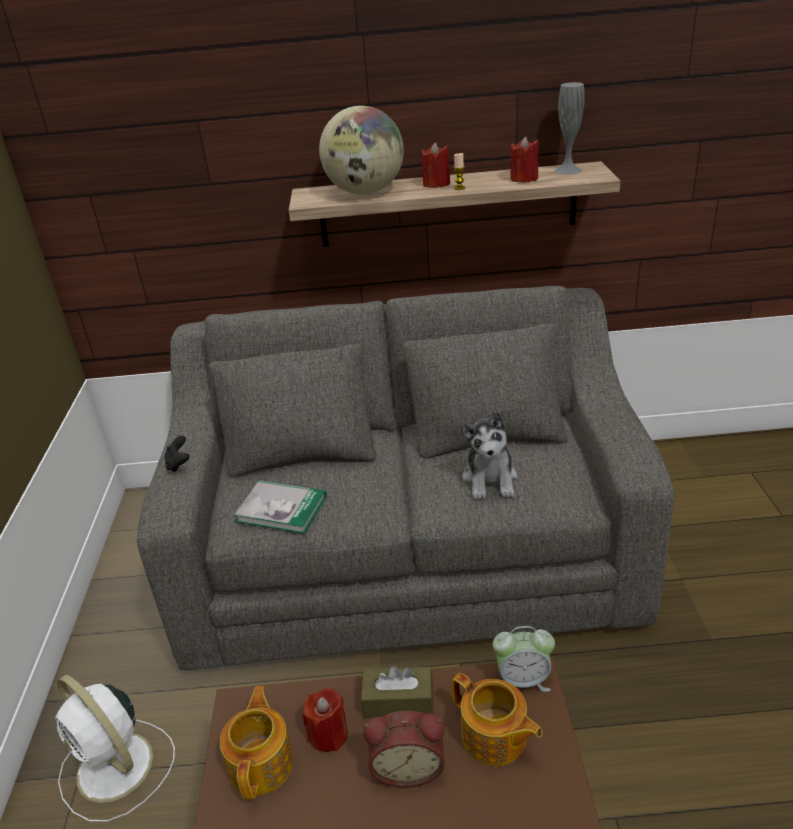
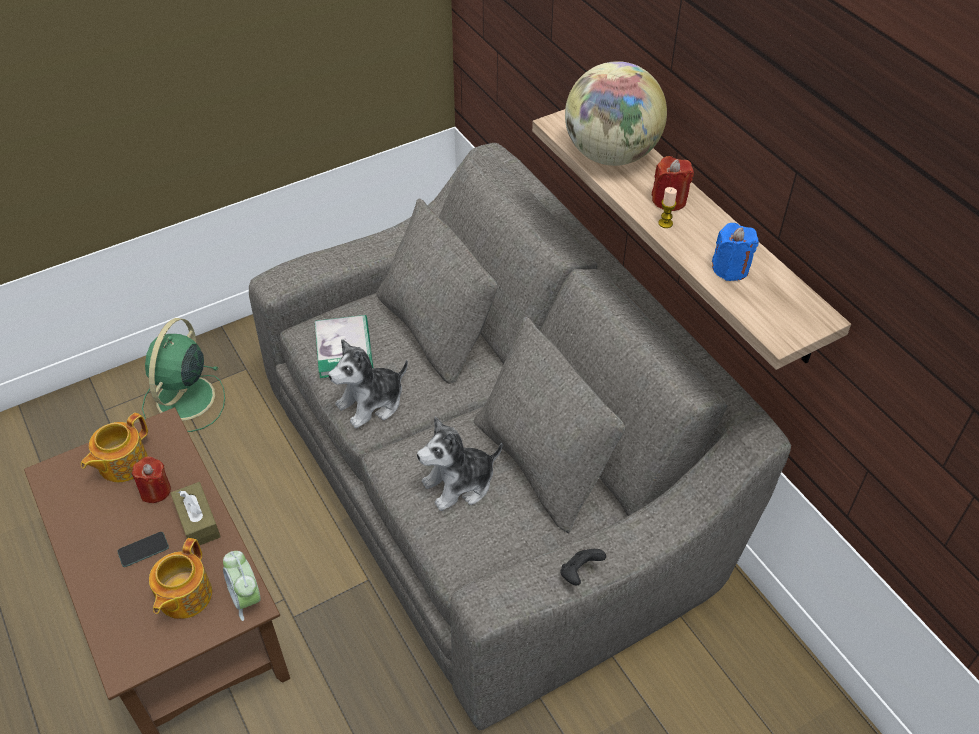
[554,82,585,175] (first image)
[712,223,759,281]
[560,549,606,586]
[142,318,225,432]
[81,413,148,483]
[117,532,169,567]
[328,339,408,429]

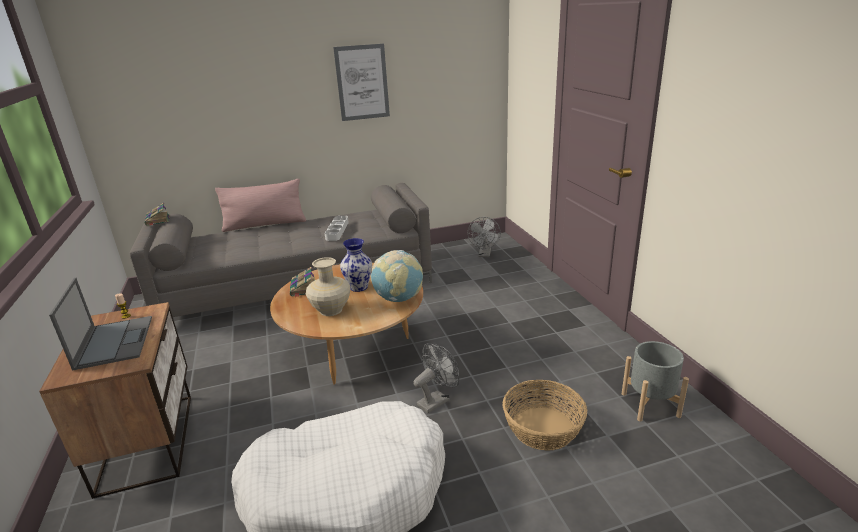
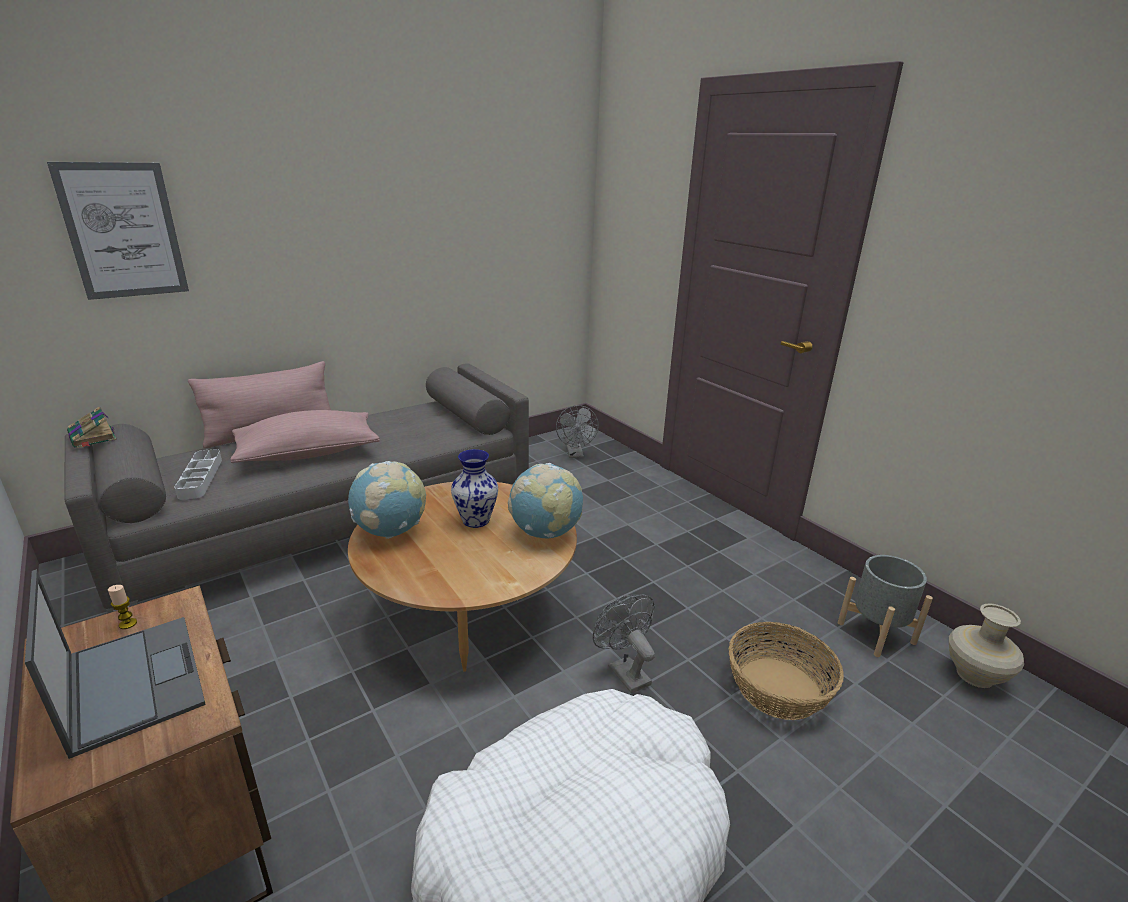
[47,162,189,300]
[174,449,222,500]
[949,603,1024,688]
[348,461,426,539]
[593,594,655,694]
[230,410,380,463]

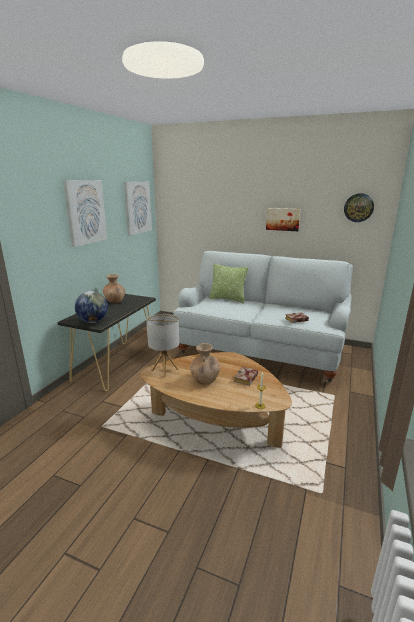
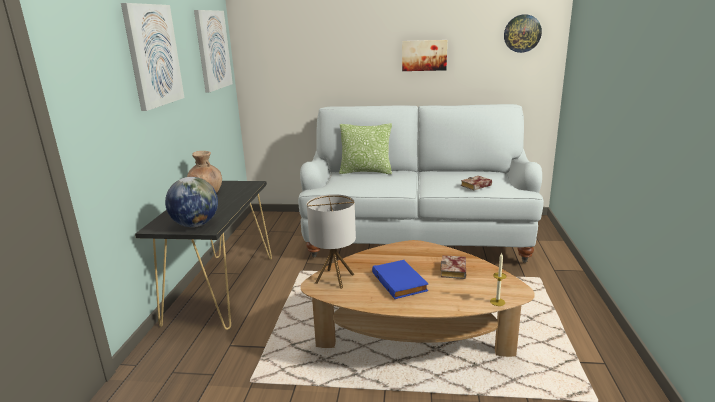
[372,260,428,299]

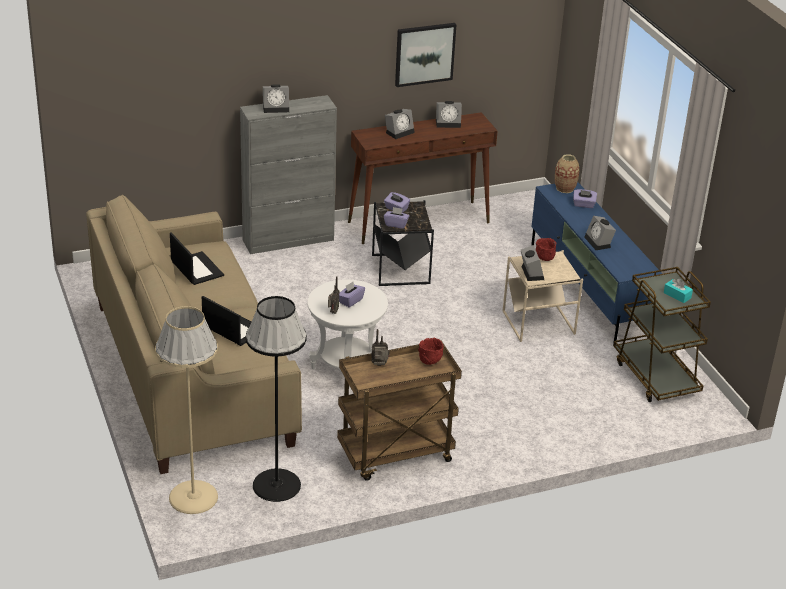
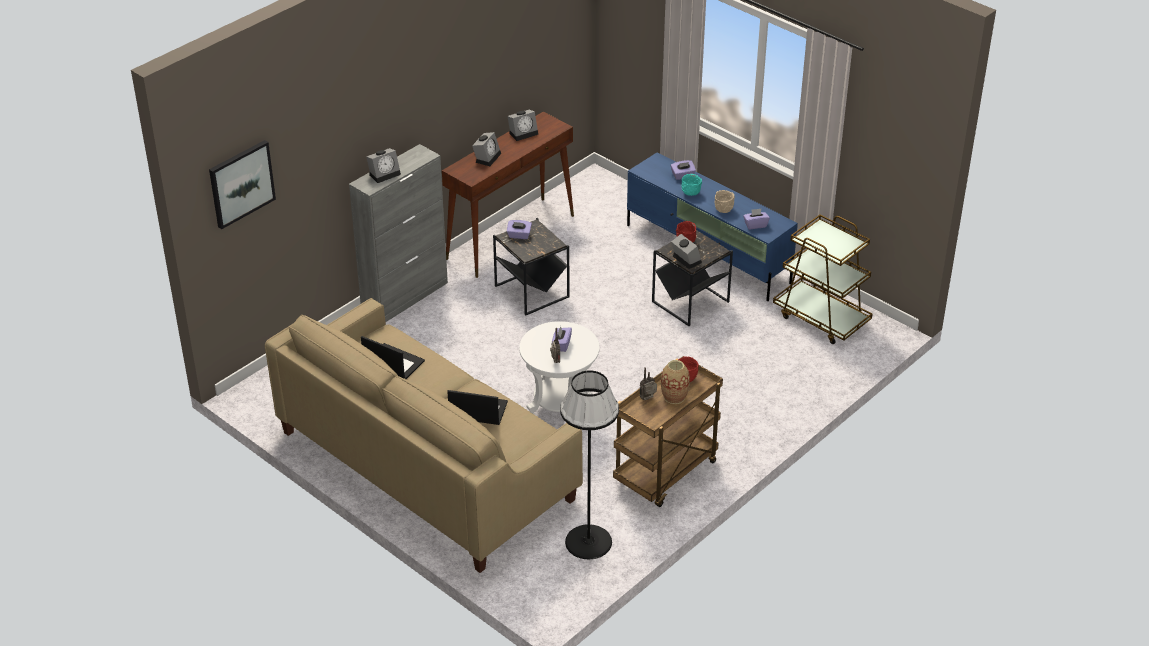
[209,140,276,229]
[661,360,690,404]
[743,209,770,229]
[715,190,735,213]
[652,230,733,326]
[664,278,693,303] (first image)
[155,306,218,514] (first image)
[681,174,702,196]

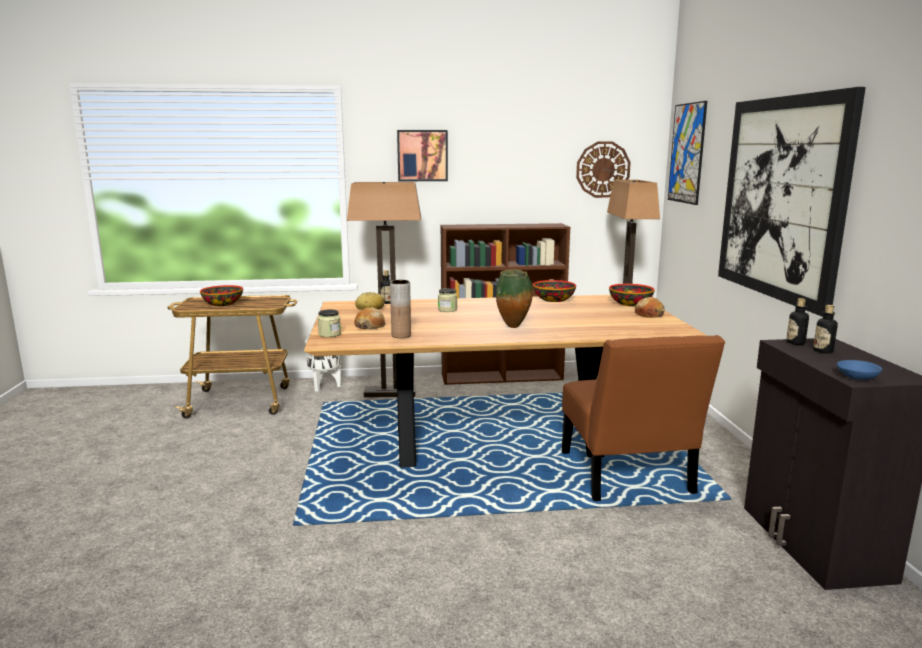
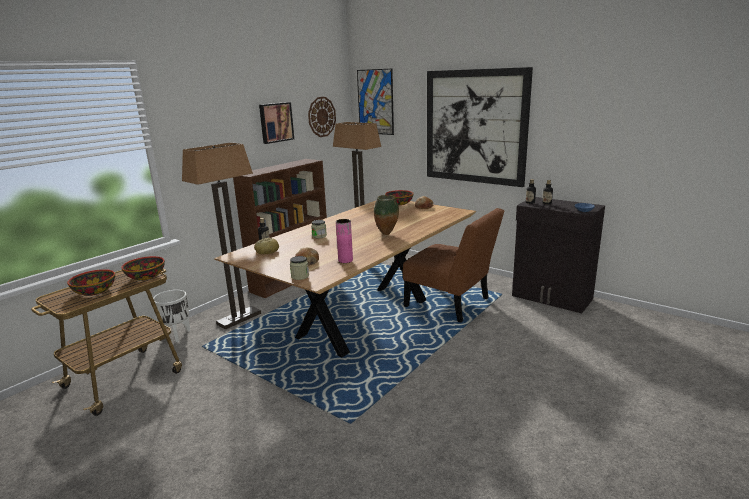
[259,102,294,144]
[336,219,353,263]
[121,256,165,281]

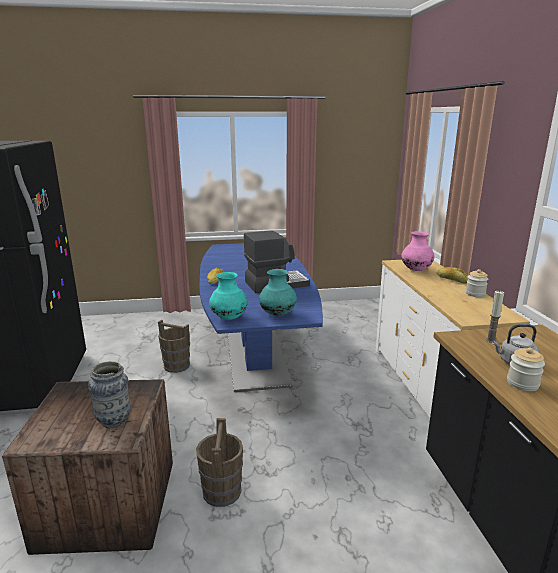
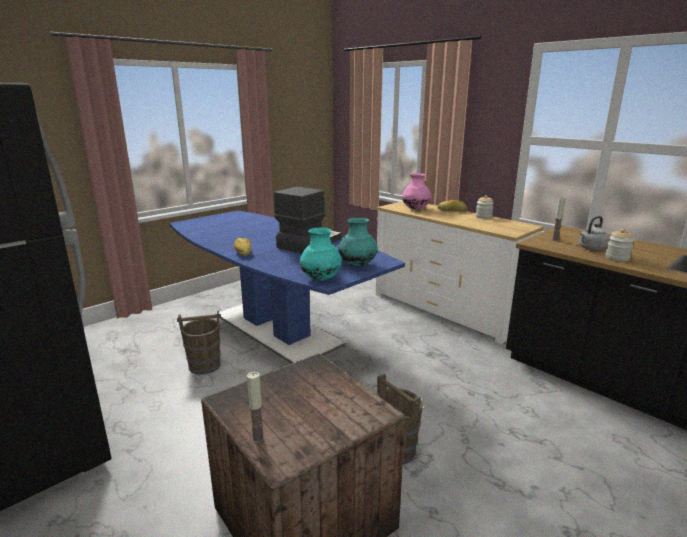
[88,361,131,428] (first image)
[247,372,265,444]

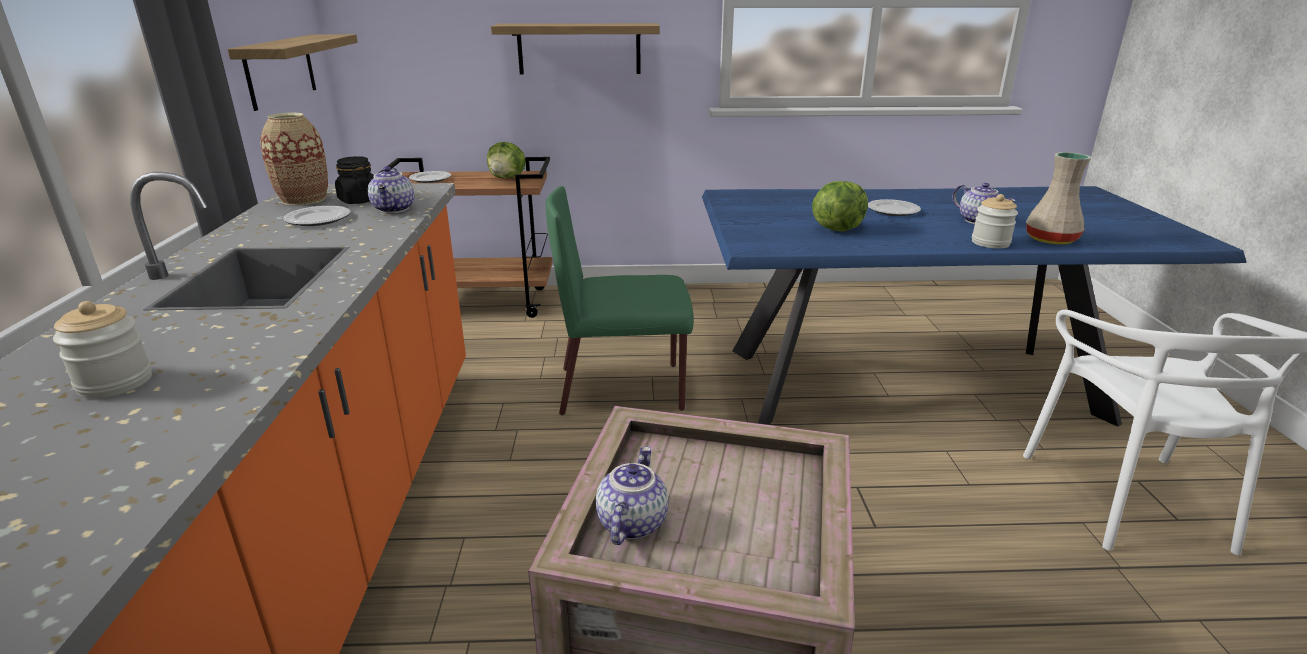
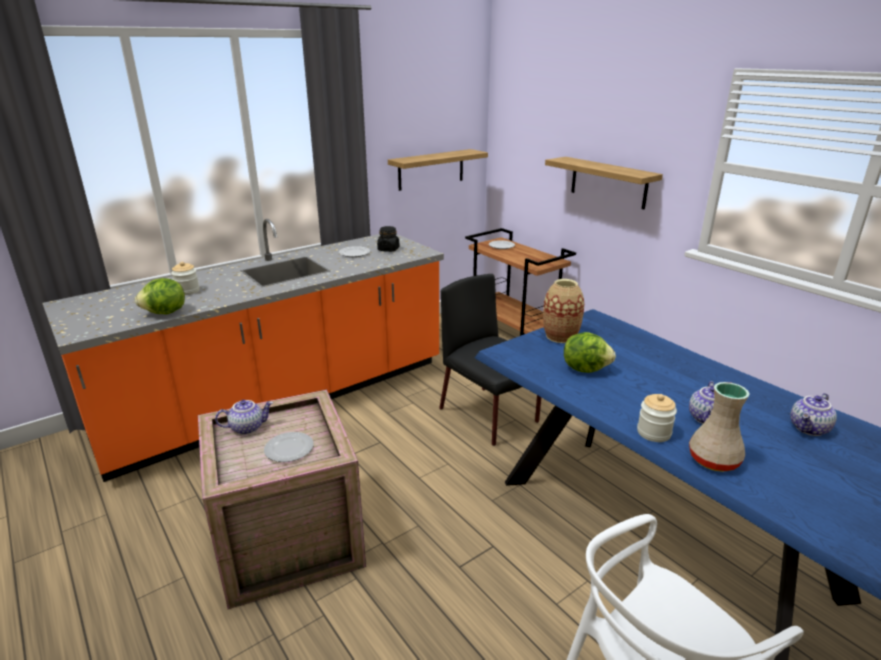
[543,279,584,343]
[135,278,185,314]
[790,393,837,436]
[439,274,541,446]
[264,432,314,462]

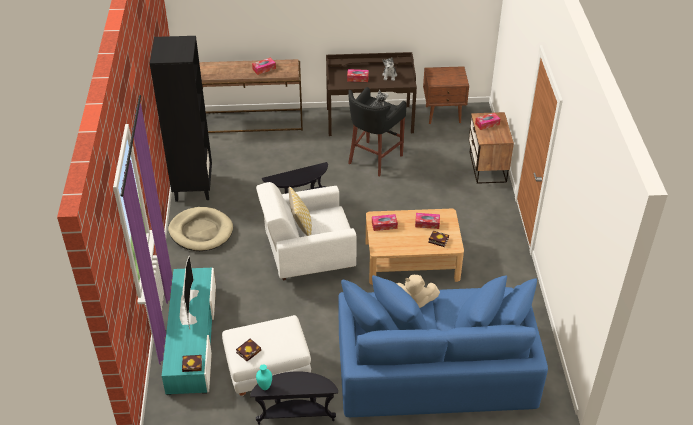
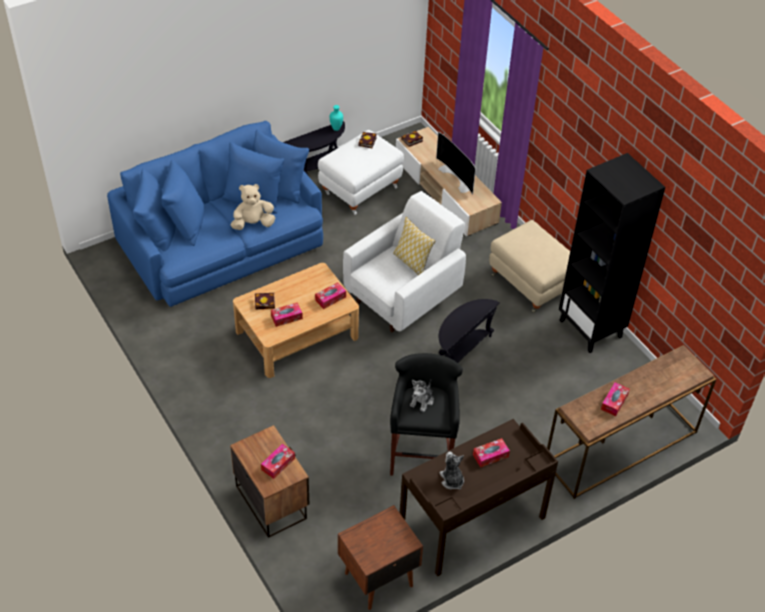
[489,220,570,313]
[396,127,502,237]

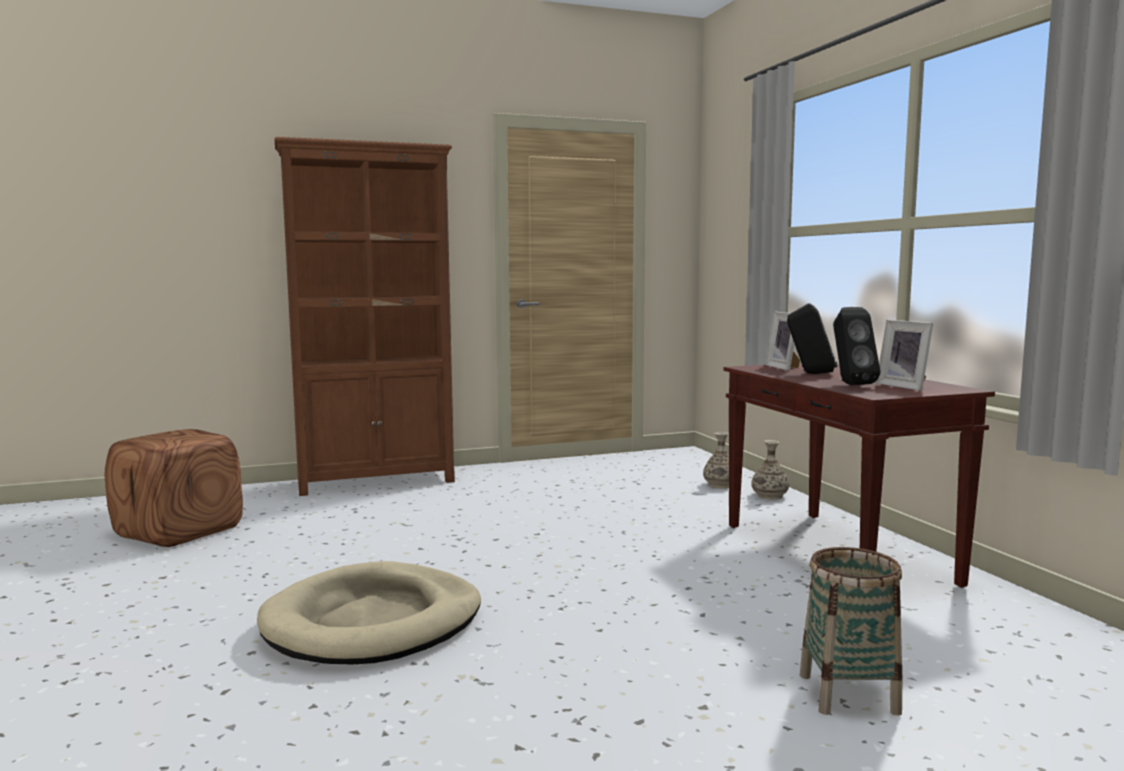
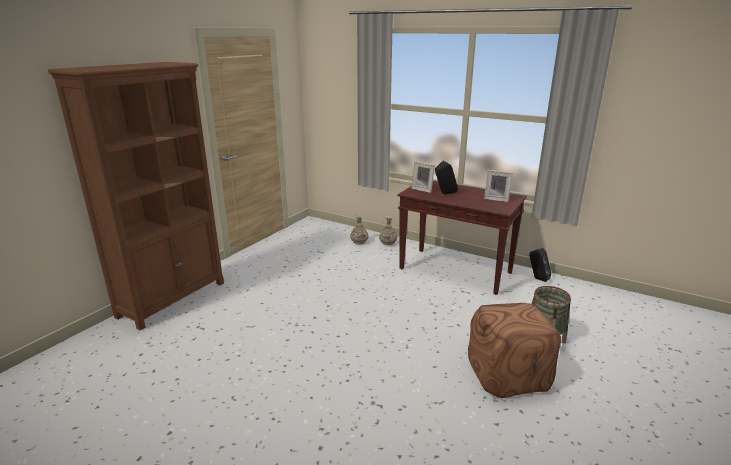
[529,248,551,282]
[468,303,561,398]
[257,561,481,664] (first image)

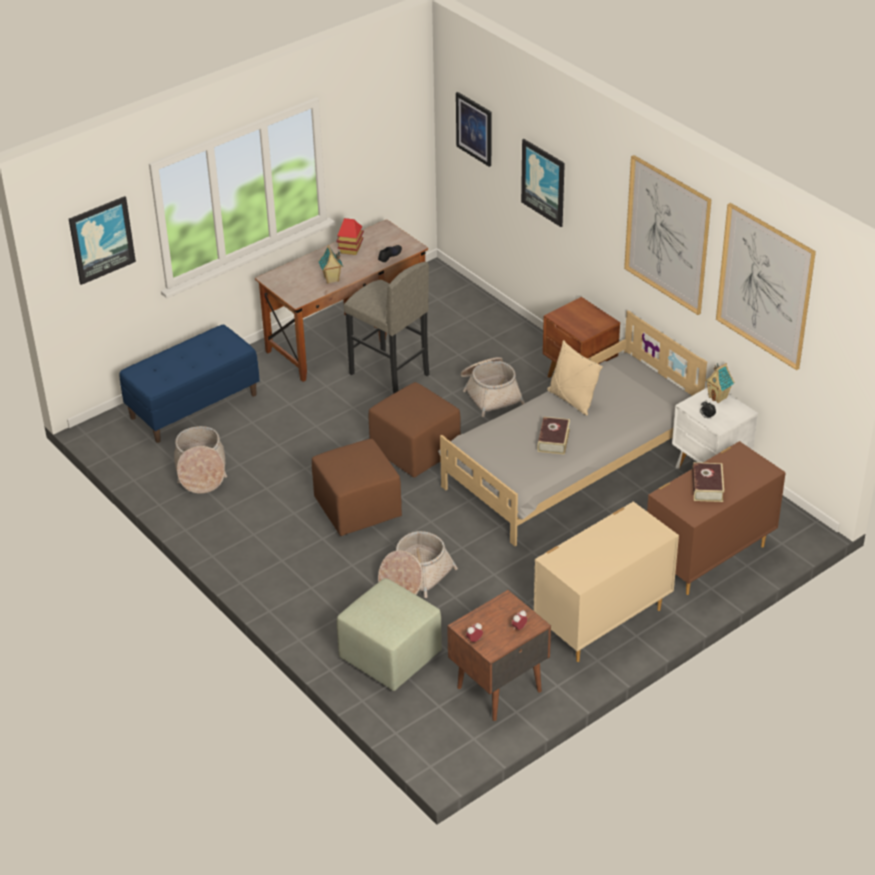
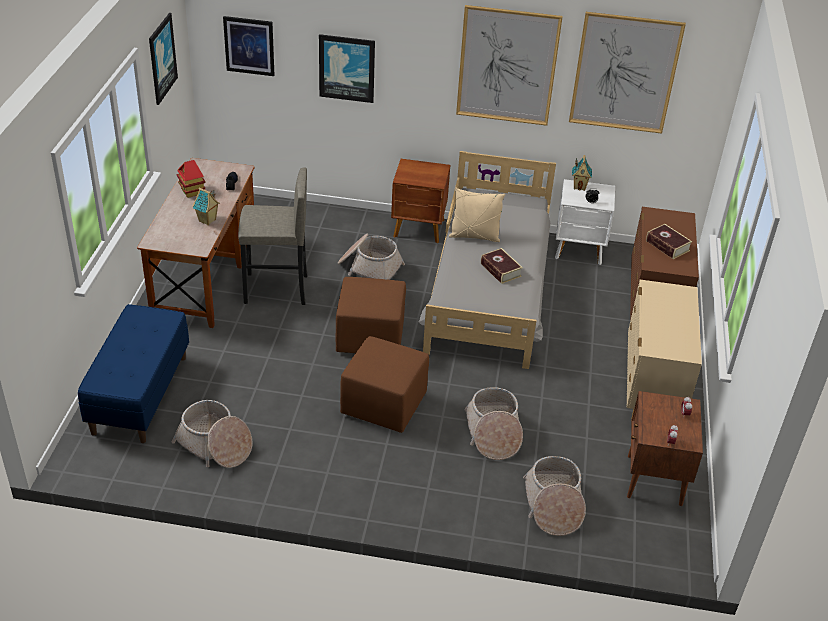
[149,13,178,105]
[523,456,586,536]

